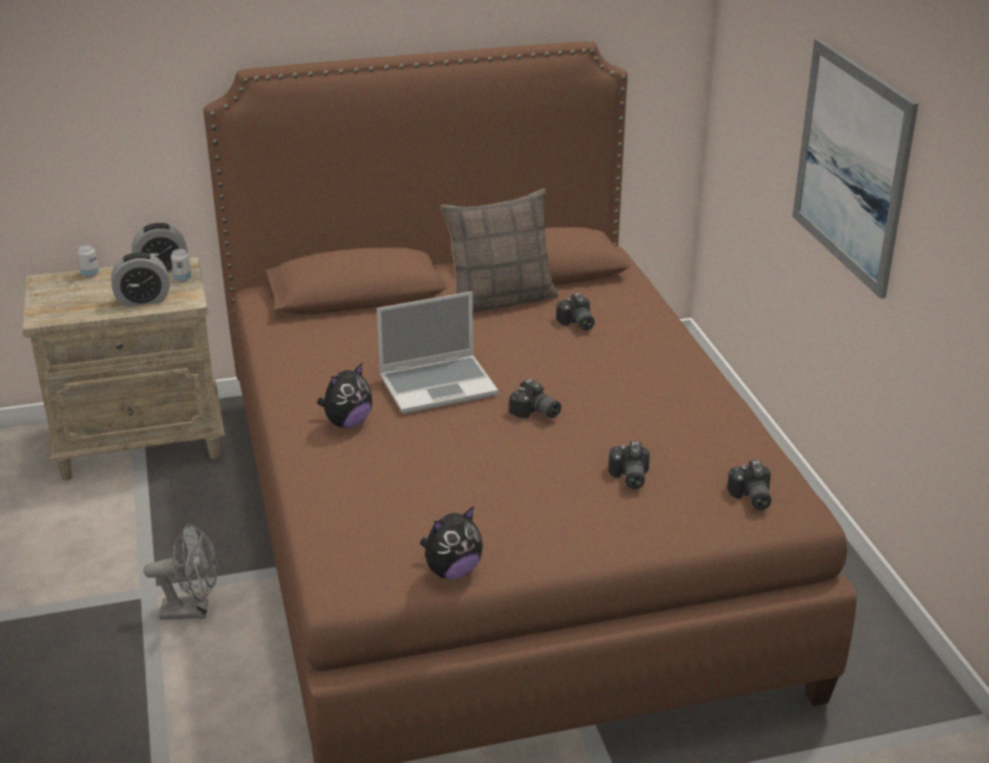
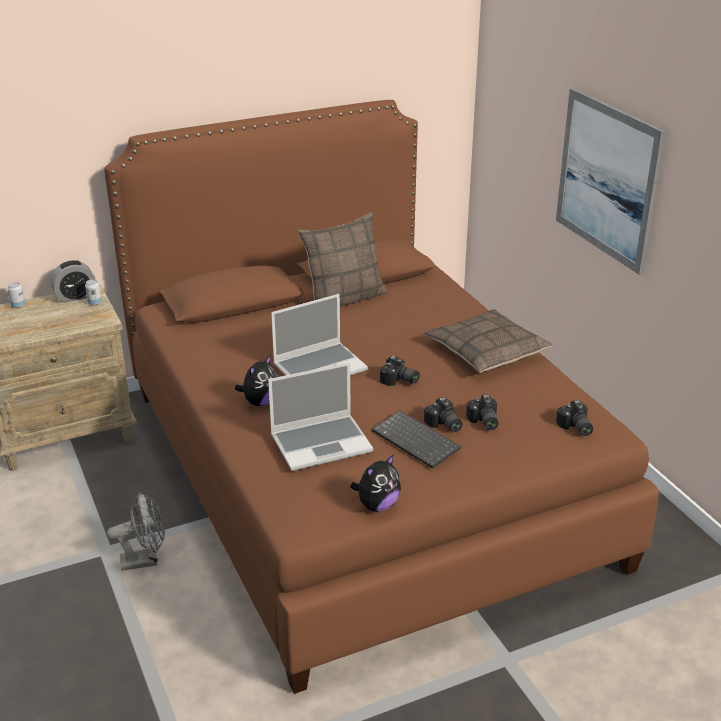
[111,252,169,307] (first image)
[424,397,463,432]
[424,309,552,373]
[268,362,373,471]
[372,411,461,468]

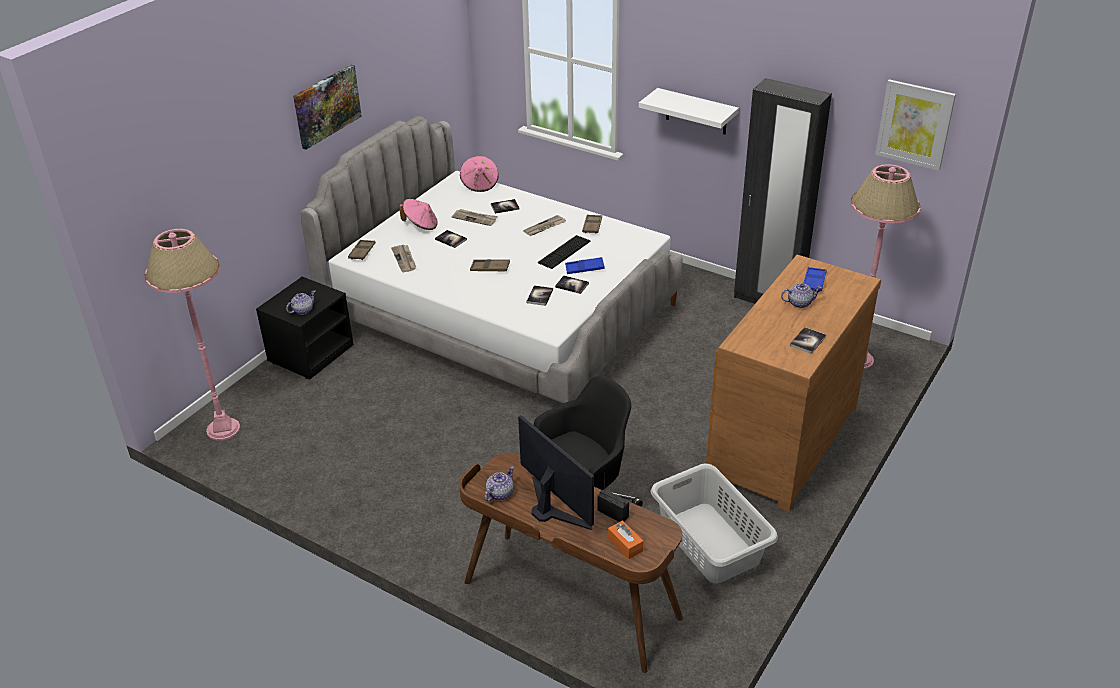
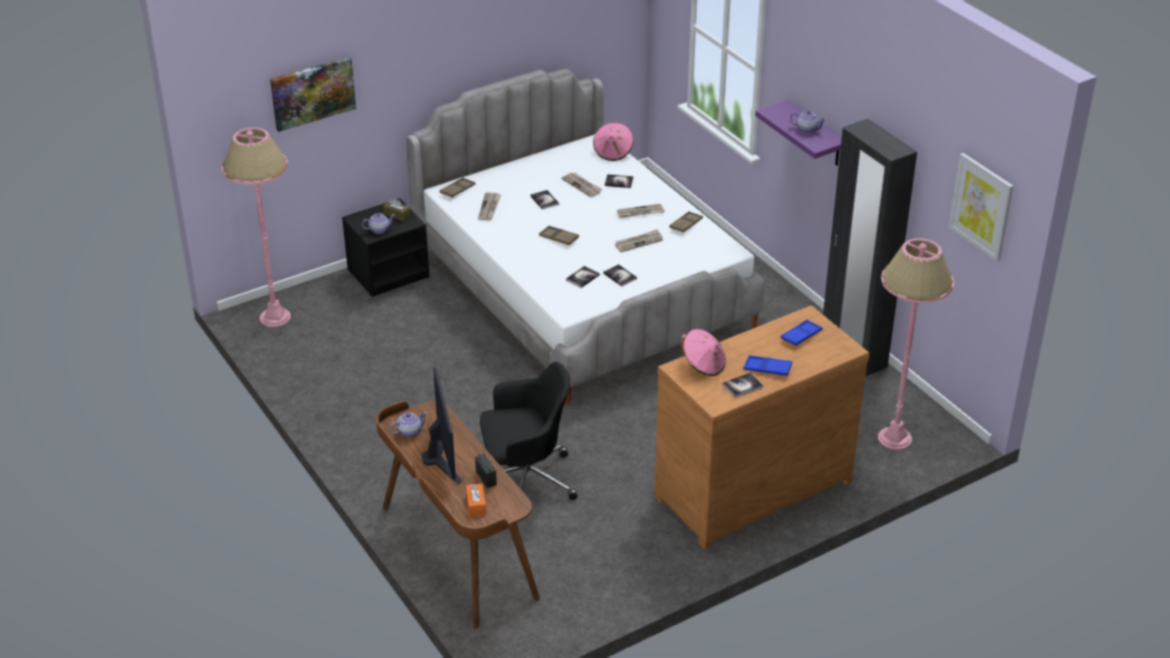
[270,57,356,132]
[755,100,842,166]
[681,329,726,376]
[615,229,663,252]
[744,355,792,376]
[790,111,826,134]
[650,463,778,584] (first image)
[383,198,411,222]

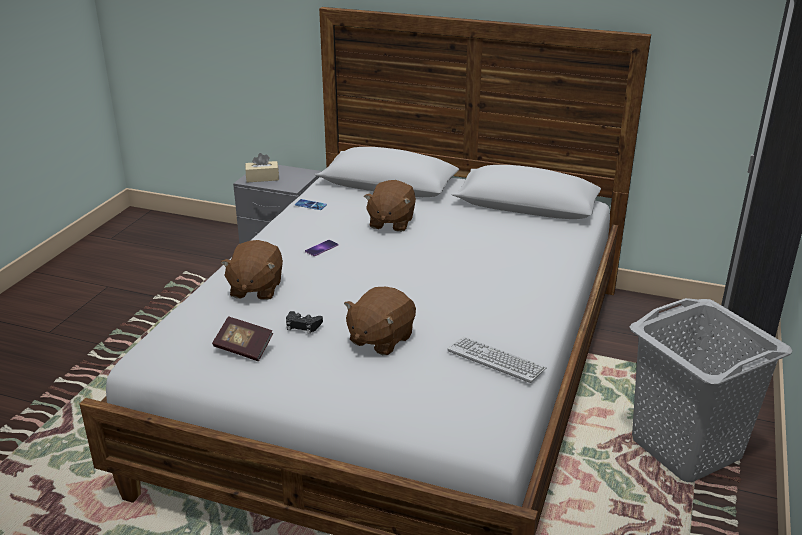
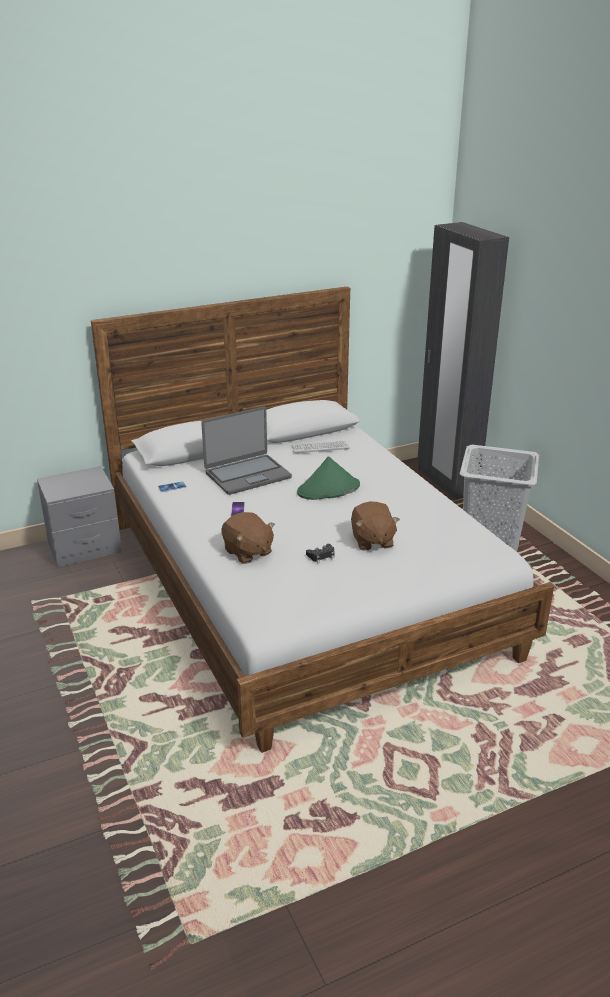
[245,153,279,182] (first image)
[201,407,292,495]
[212,316,273,361] (first image)
[291,441,350,454]
[297,457,360,500]

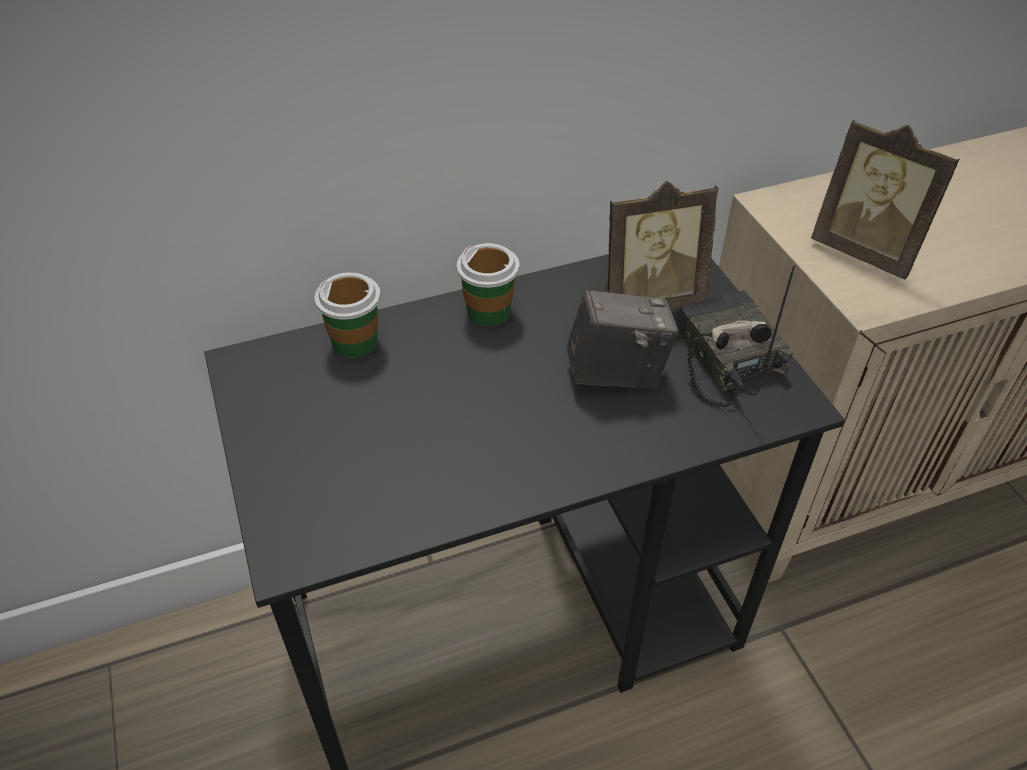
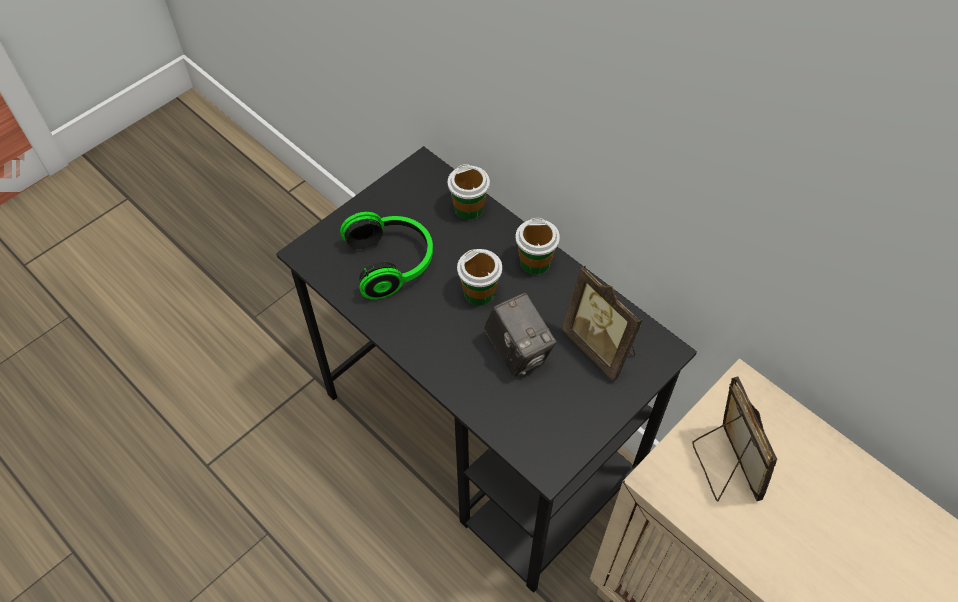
[692,376,777,502]
[676,265,795,407] (first image)
[340,212,433,299]
[457,249,502,305]

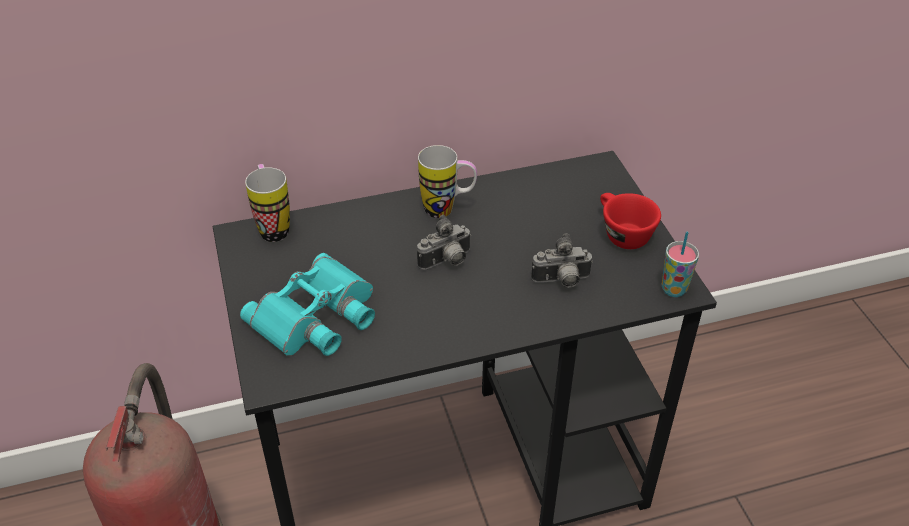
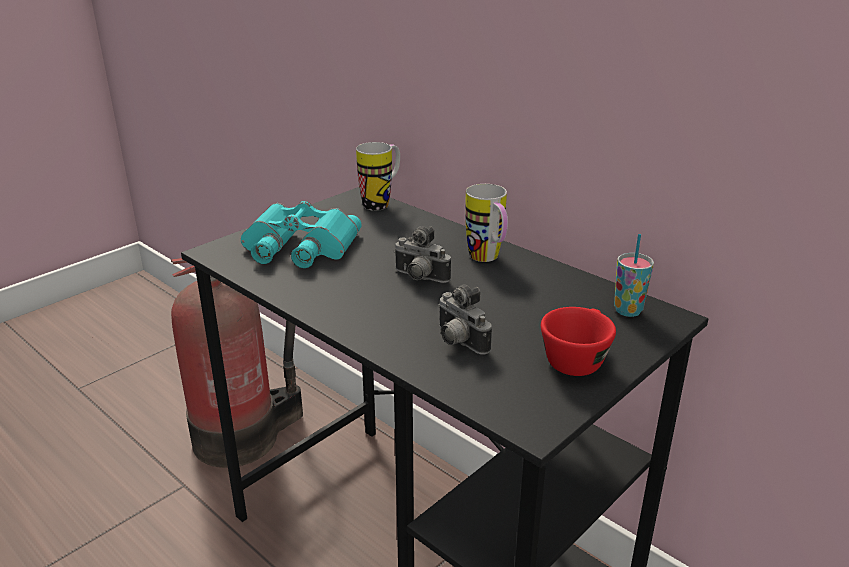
[614,234,654,317]

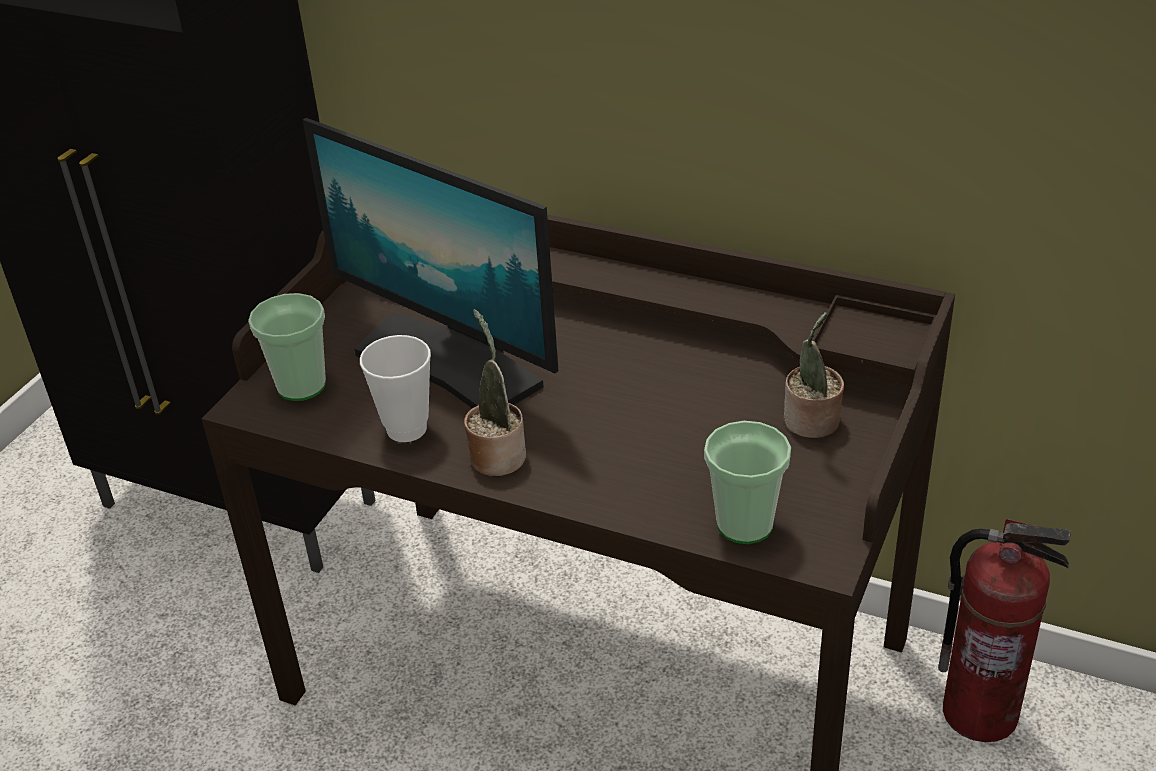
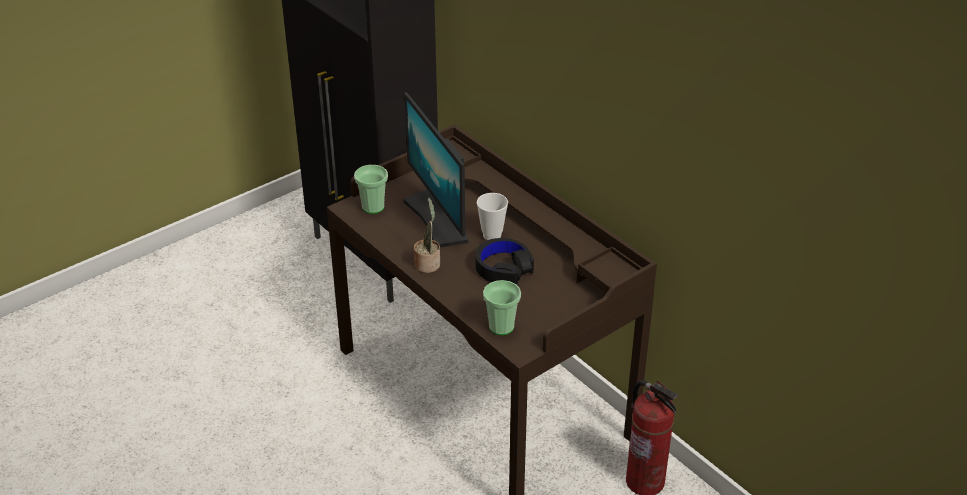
[784,312,844,438] (first image)
[477,193,508,240]
[476,238,534,285]

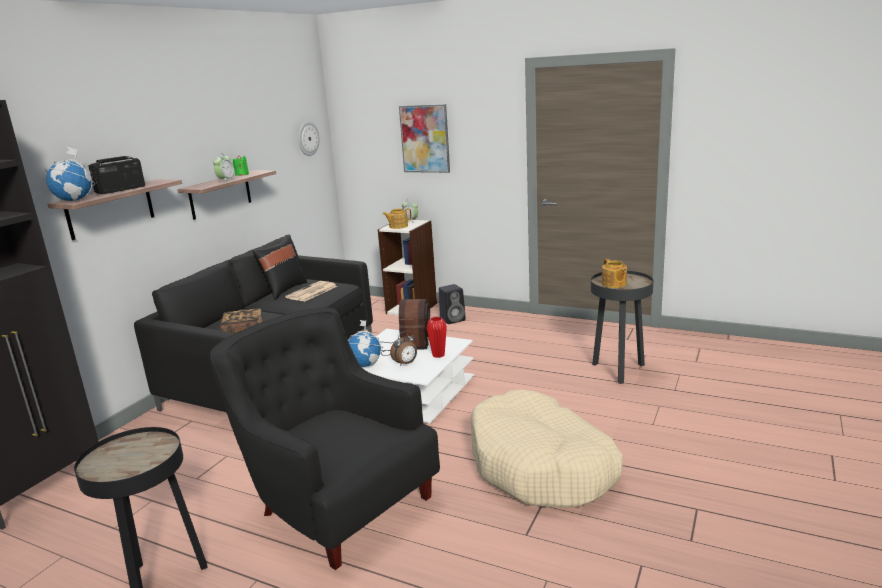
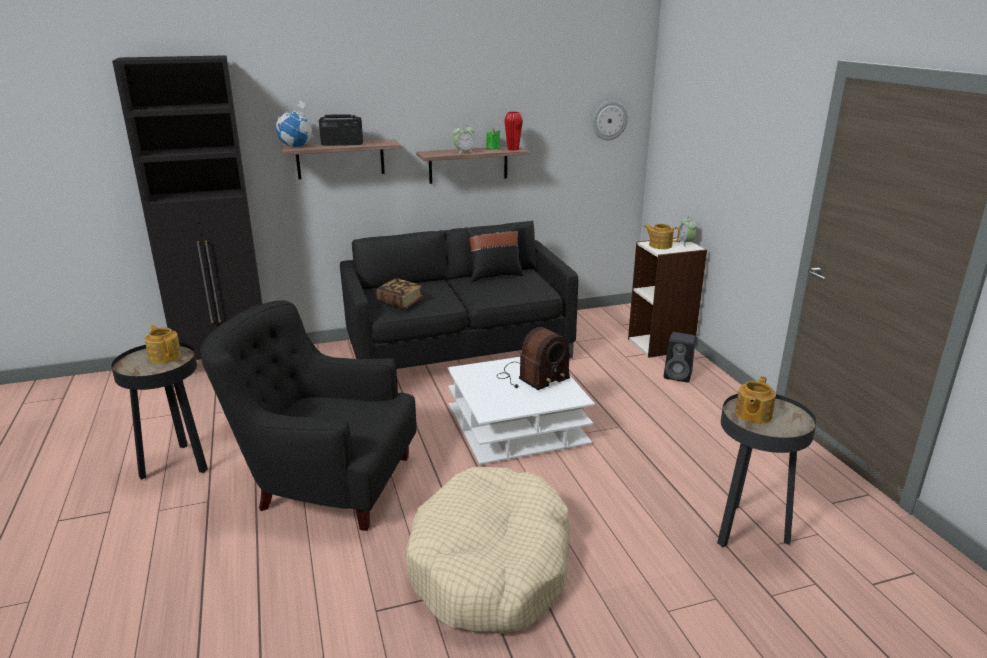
[399,104,450,173] (first image)
[285,281,337,302] (first image)
[201,300,417,531]
[504,112,523,150]
[348,320,383,367] (first image)
[390,331,417,366] (first image)
[145,325,182,364]

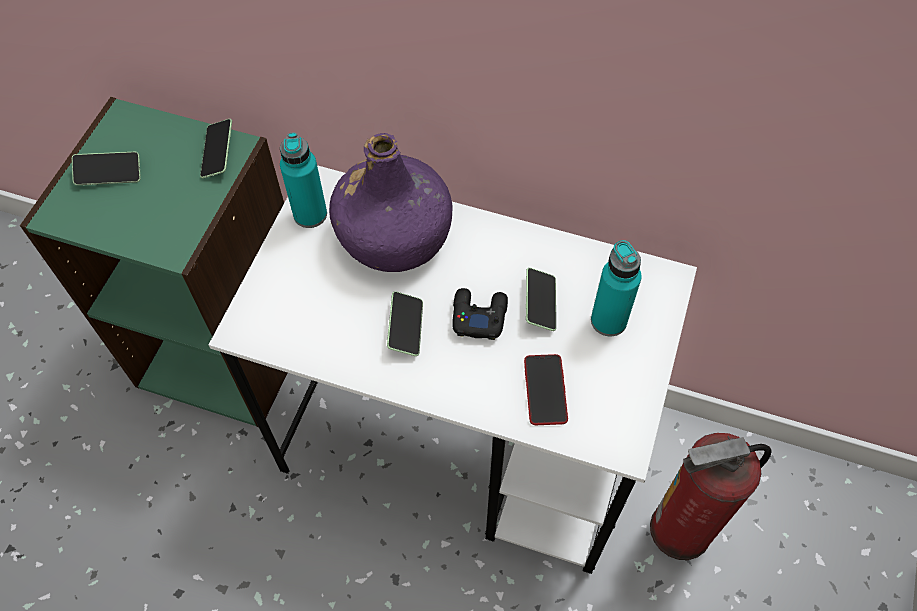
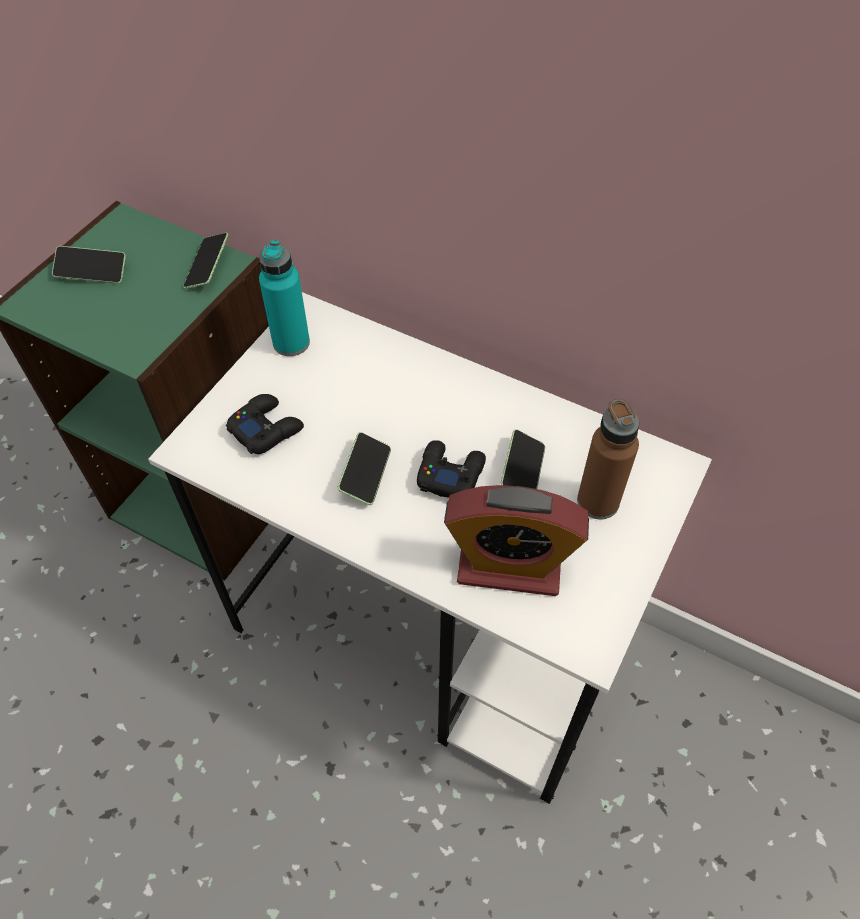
[329,133,453,272] (first image)
[577,399,639,519]
[444,485,589,596]
[650,433,772,560] (first image)
[226,394,304,454]

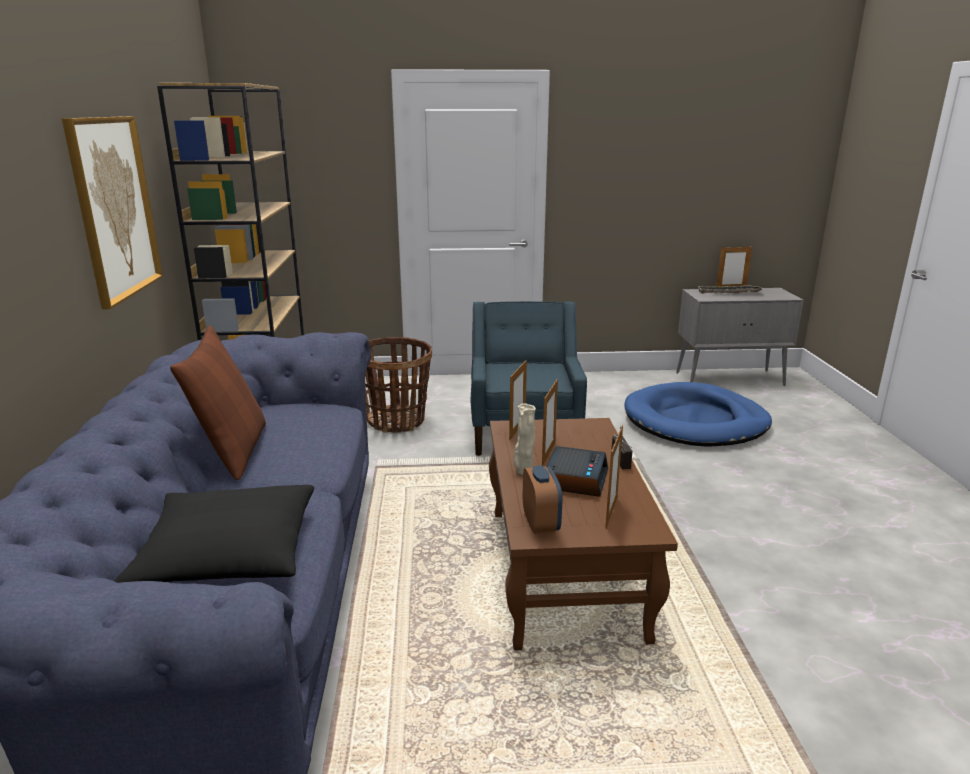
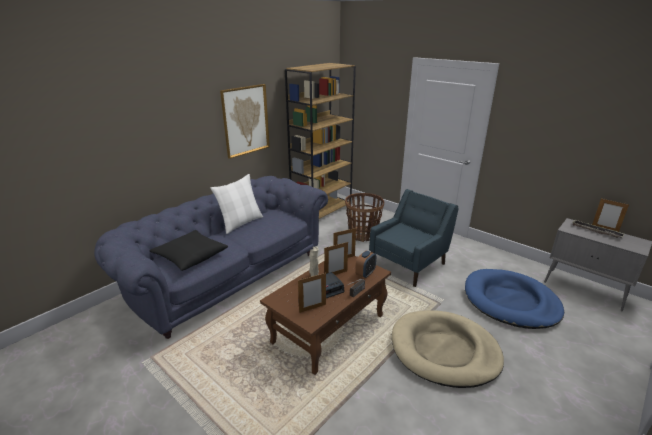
[210,174,263,234]
[355,251,376,278]
[392,310,504,388]

